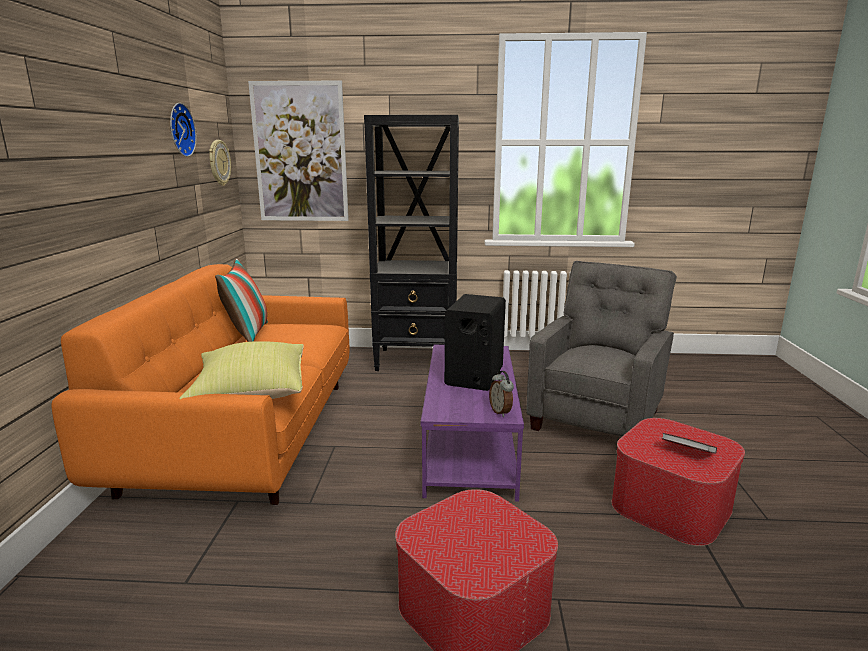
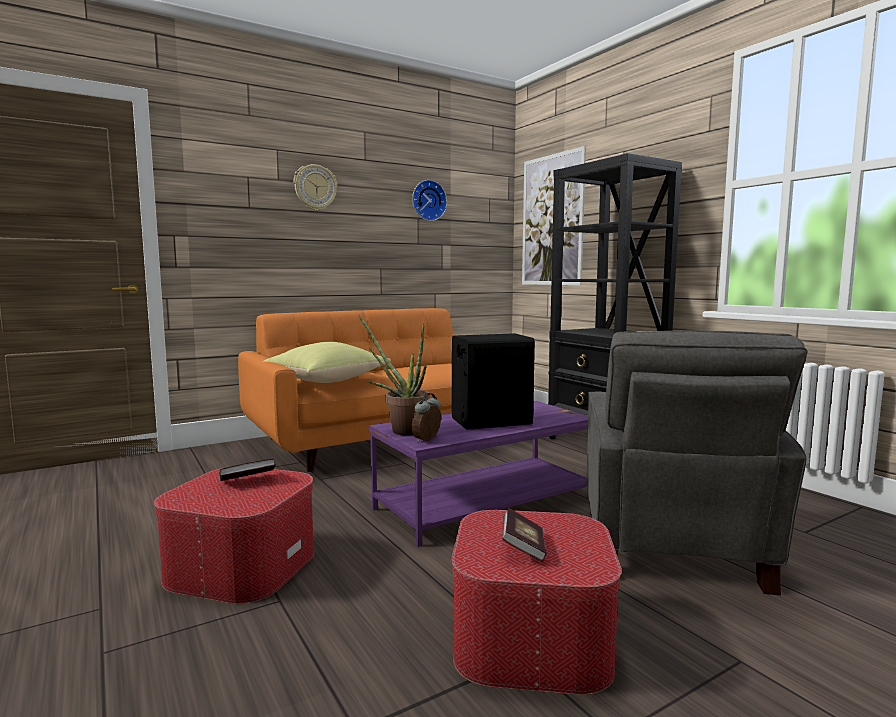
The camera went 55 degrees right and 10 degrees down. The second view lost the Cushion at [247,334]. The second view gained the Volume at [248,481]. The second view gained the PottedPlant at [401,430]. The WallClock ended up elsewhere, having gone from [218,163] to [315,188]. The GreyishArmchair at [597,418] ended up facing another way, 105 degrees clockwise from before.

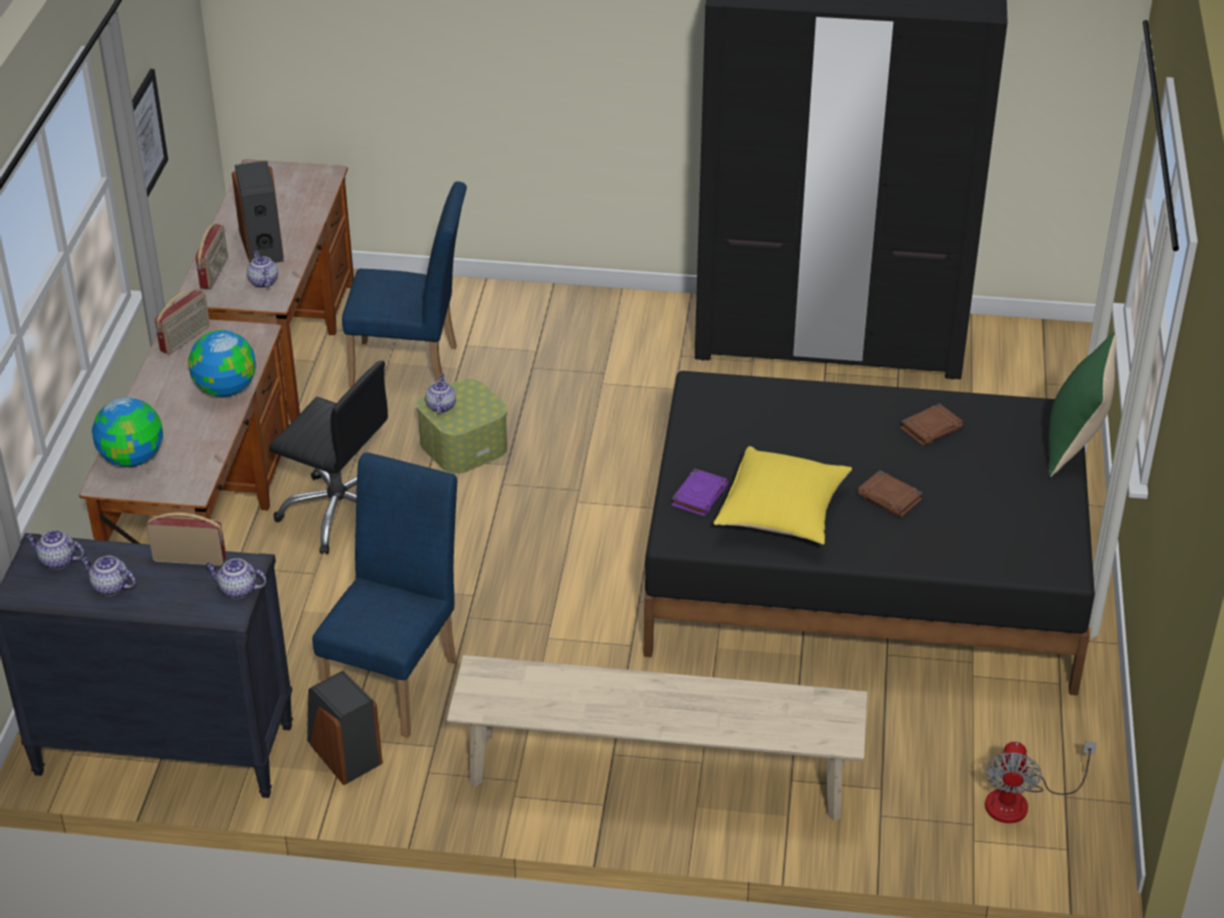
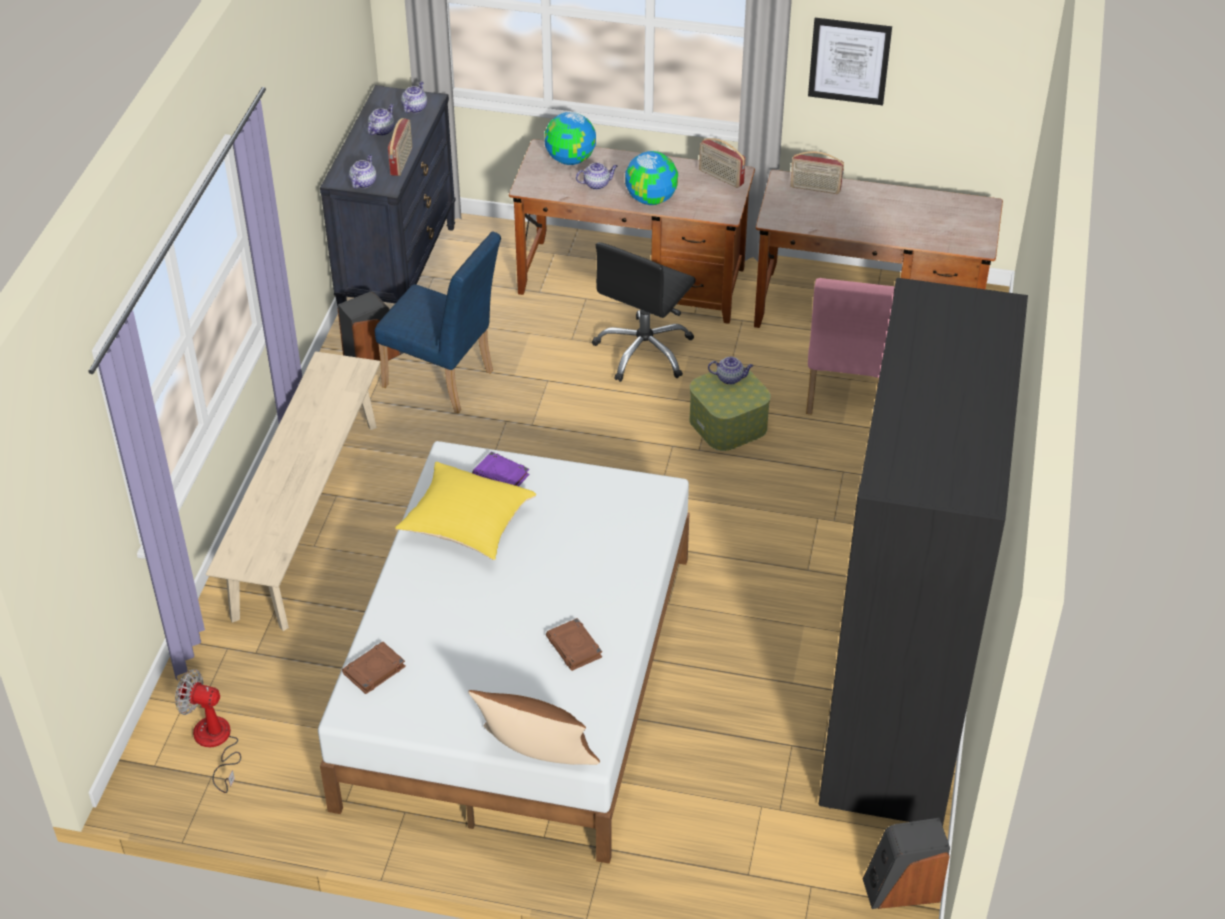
The camera went 95 degrees right and 5 degrees up. The AudioSpeaker ended up elsewhere, having gone from [263,246] to [901,888]. The PotForTea ended up elsewhere, having gone from [263,282] to [597,184]. The BrownVolume ended up elsewhere, having gone from [890,498] to [374,671]. What was the BlueColouredUprightChair at [413,367] turned into the PinkColouredUprightChair at [844,394]. What was the BlackBedroomBed at [863,575] turned into the WhiteBedroomBed at [517,677]. What was the GreenCushion at [1074,443] turned into the BrownCushion at [534,758].

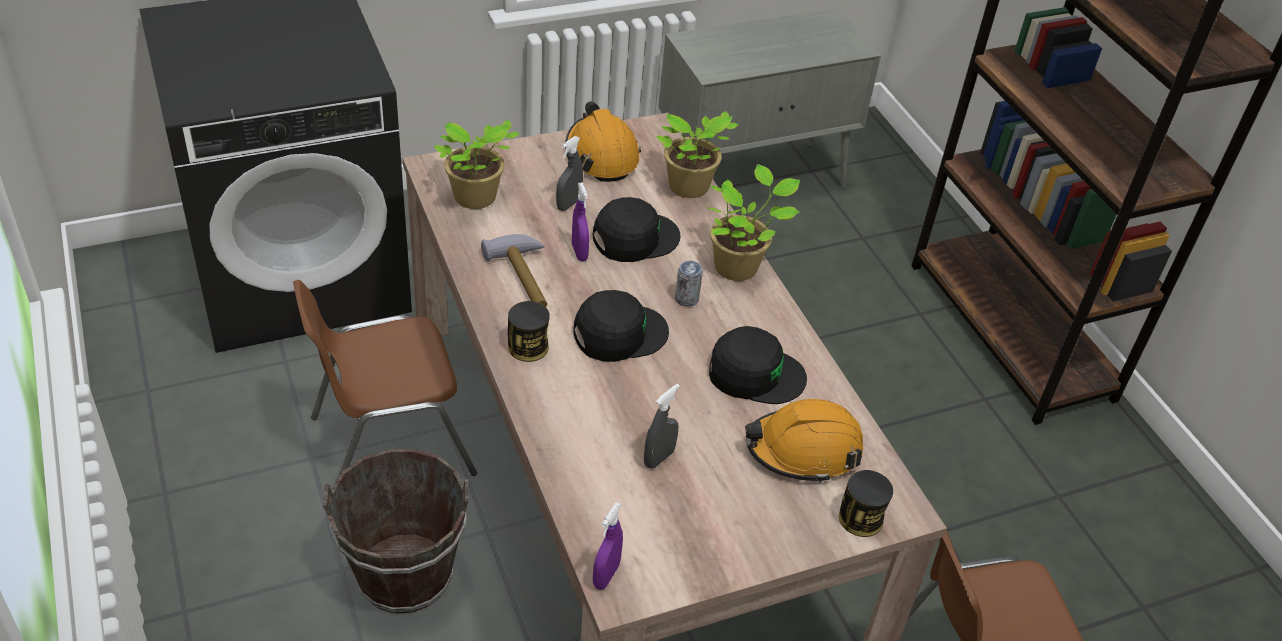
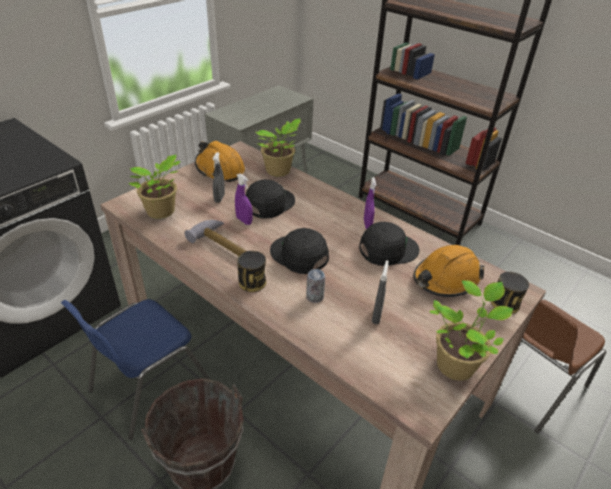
The camera went 25 degrees left and 5 degrees down. The PurpleColouredSprayer ended up elsewhere, having gone from [606,575] to [367,224]. The SealedCan ended up elsewhere, having gone from [686,299] to [314,297]. The PottedPlant ended up elsewhere, having gone from [739,266] to [456,364]. What was the BrownUprightChair at [389,444] turned into the BlueColouredUprightChair at [148,387]. The BlackPeakedCap at [619,333] ended up facing another way, 90 degrees counterclockwise from before.

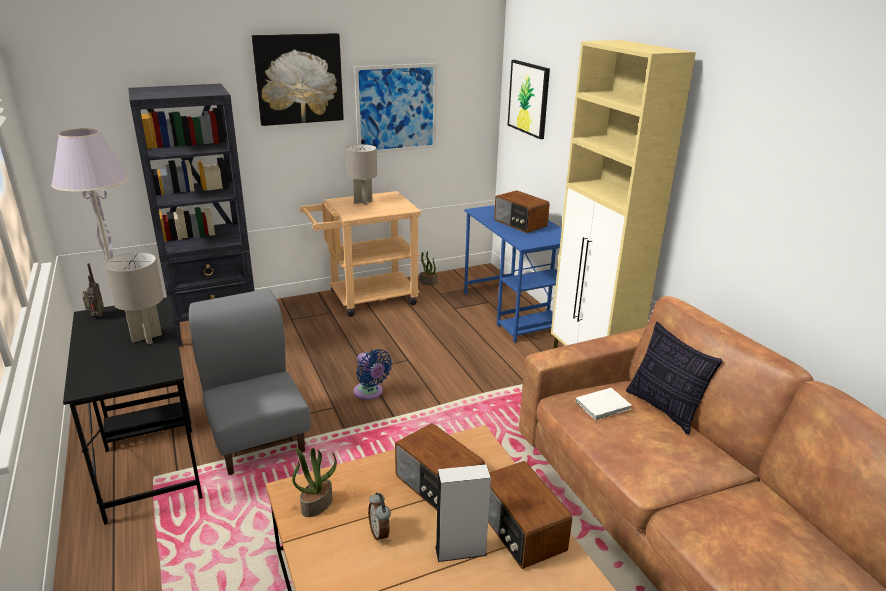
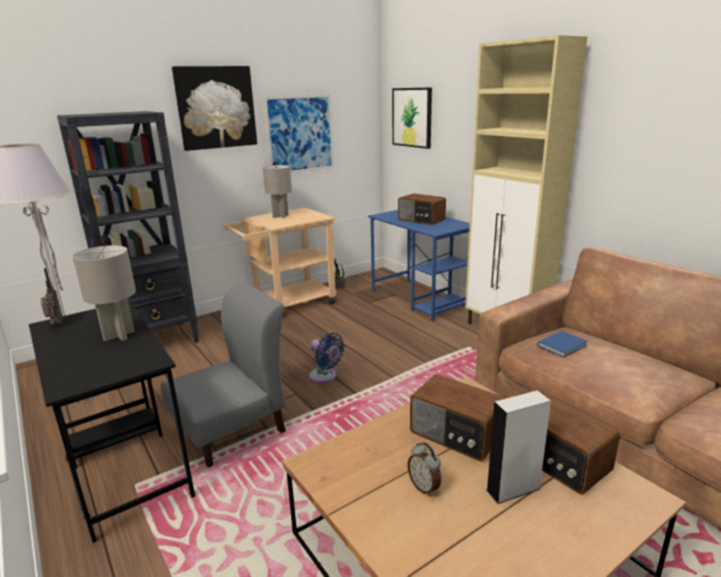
The camera went 10 degrees left and 5 degrees down. The second view lost the PottedPlant at [317,504]. The second view lost the Cushion at [664,409]. What was the WhiteVolume at [604,405] turned into the BlueColouredVolume at [563,345]. The GreyishUprightChair at [258,438] ended up facing another way, 90 degrees clockwise from before.

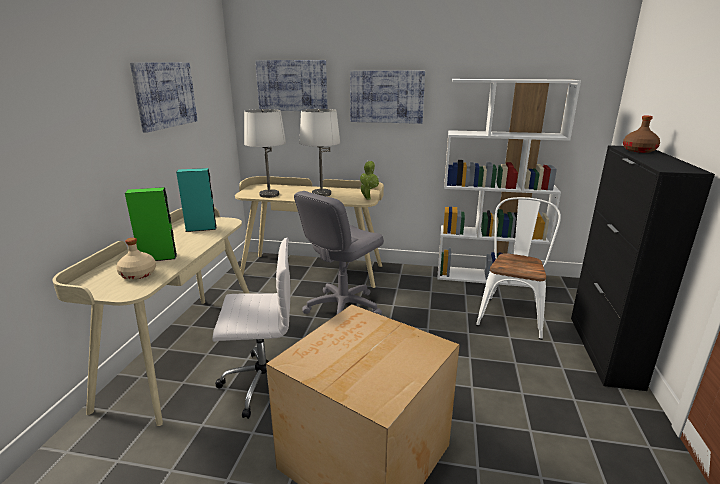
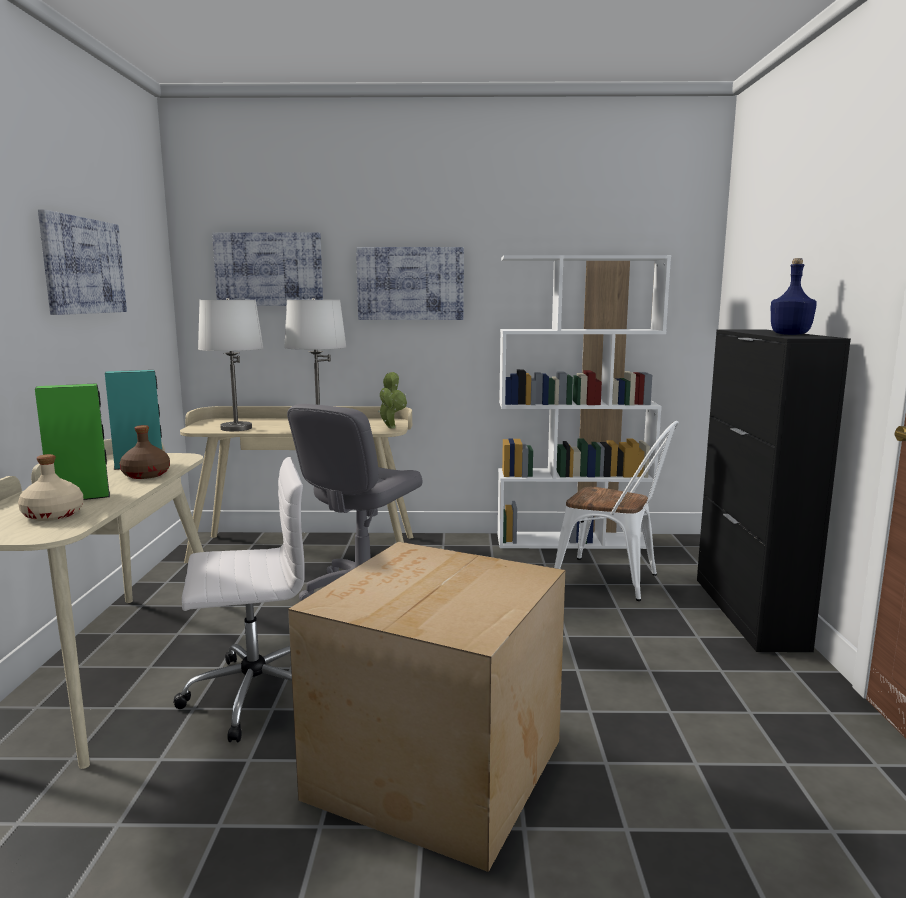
The camera went 10 degrees left and 10 degrees down. The second view gained the BlueColouredBeverageBottle at [790,334]. The BrownBeverageBottle ended up elsewhere, having gone from [639,150] to [146,475]. The WhiteUprightChair at [511,314] ended up facing another way, 105 degrees clockwise from before.

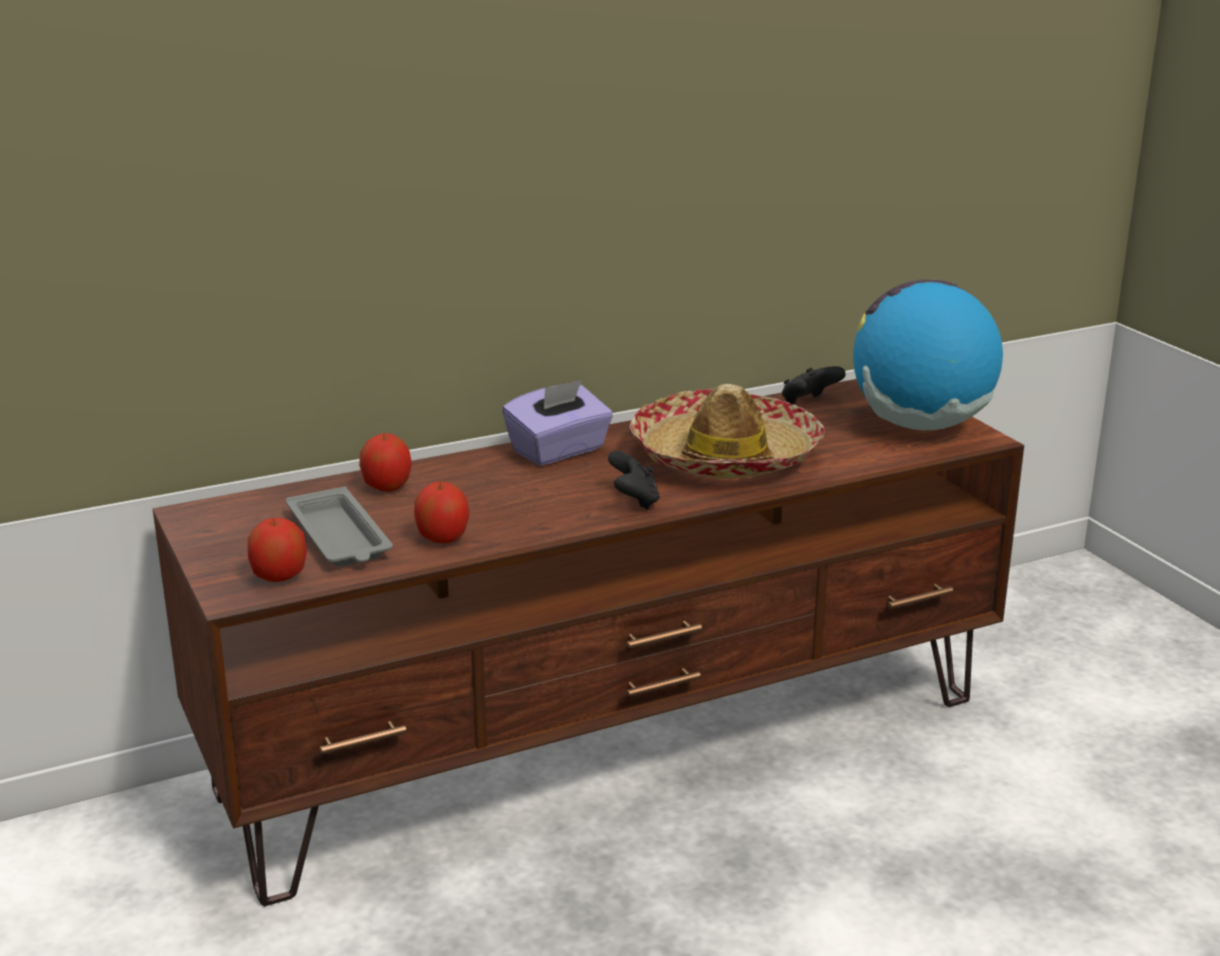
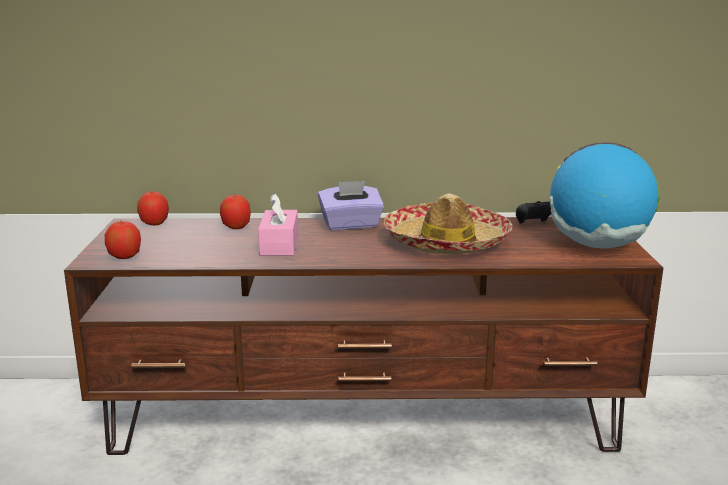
The camera went 25 degrees right and 5 degrees down. The second view lost the GreyishCarryingTray at [340,537]. The second view lost the BlackGamepad at [634,501]. The second view gained the PinkColouredTissueBox at [279,245]. The AppleFruit ended up elsewhere, having gone from [442,538] to [154,223].

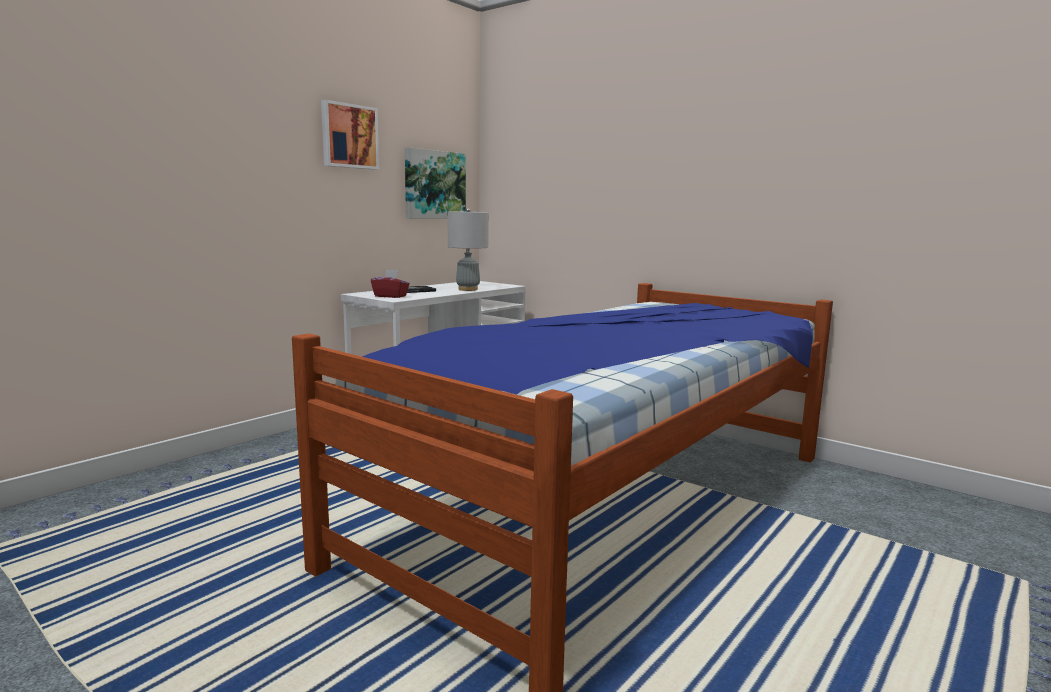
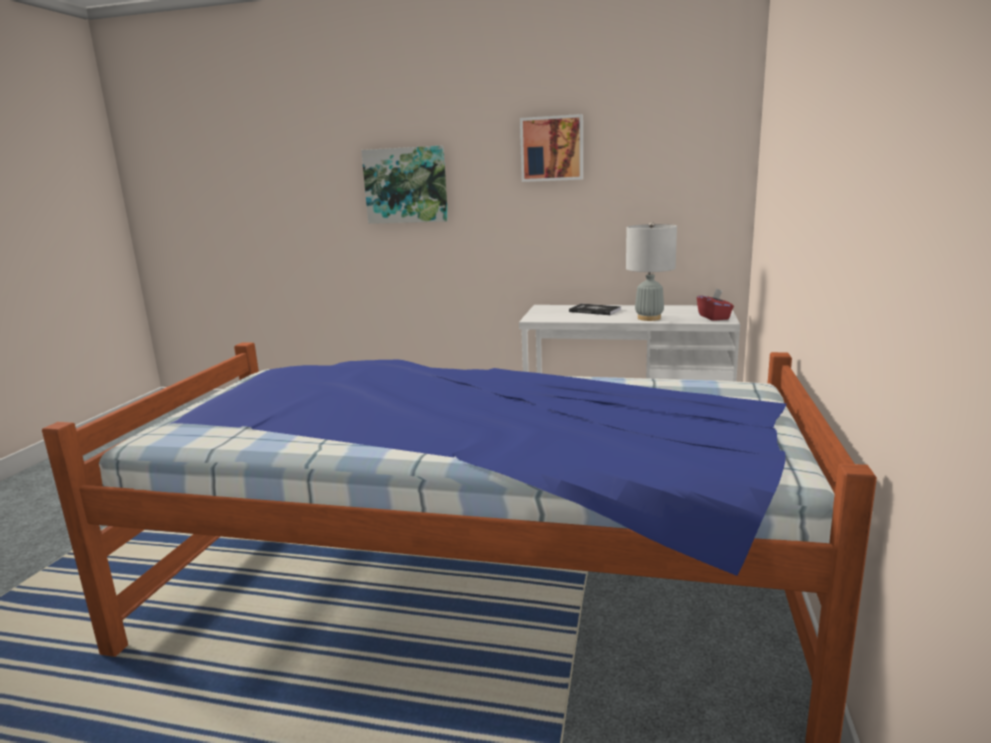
The camera went 65 degrees right and 5 degrees up. The RedTissueBox ended up elsewhere, having gone from [390,296] to [714,317]. The WallArt ended up elsewhere, having gone from [434,185] to [406,185].

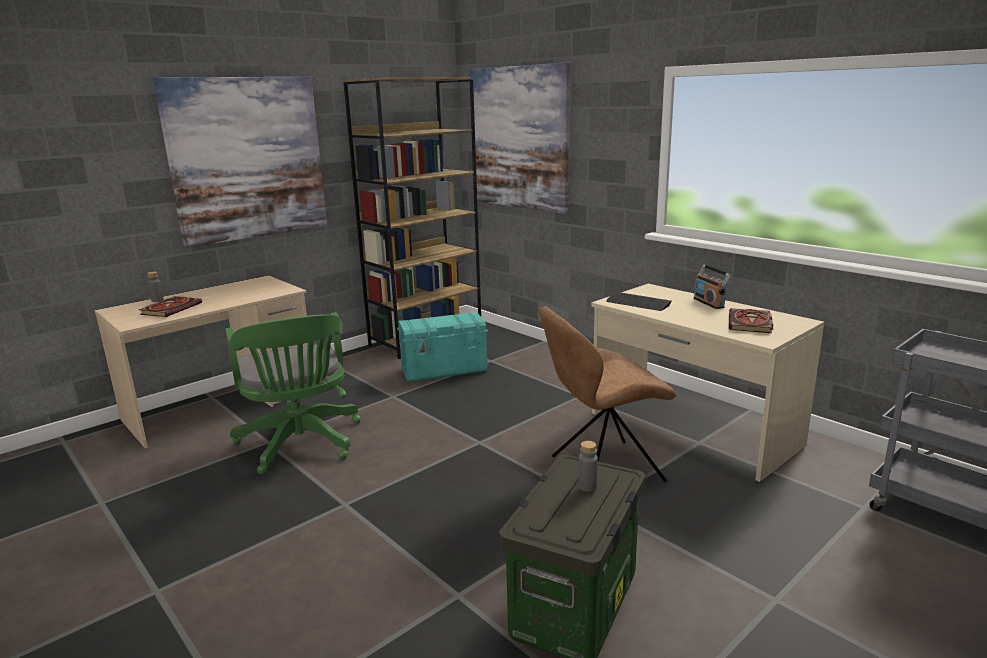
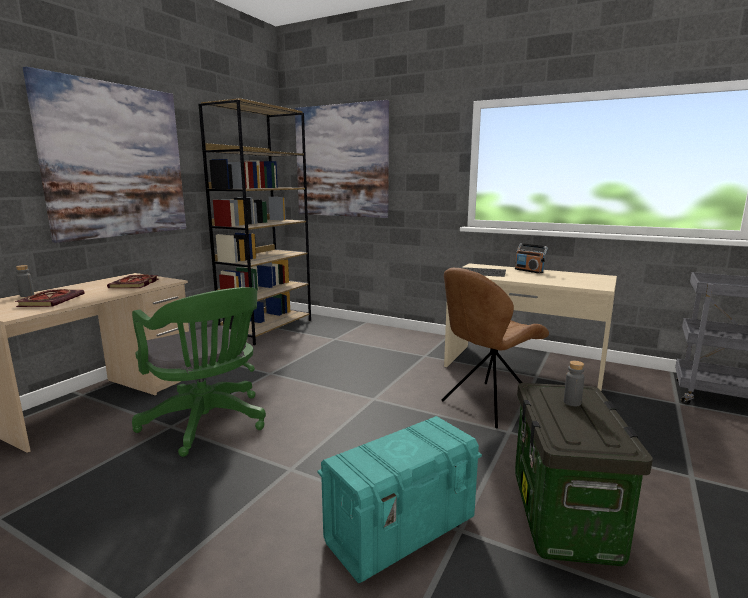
The camera went 20 degrees left and 5 degrees down. The BlueGreenStorageBox ended up elsewhere, having gone from [444,370] to [401,530]. The Volume ended up elsewhere, having gone from [751,324] to [135,284].

